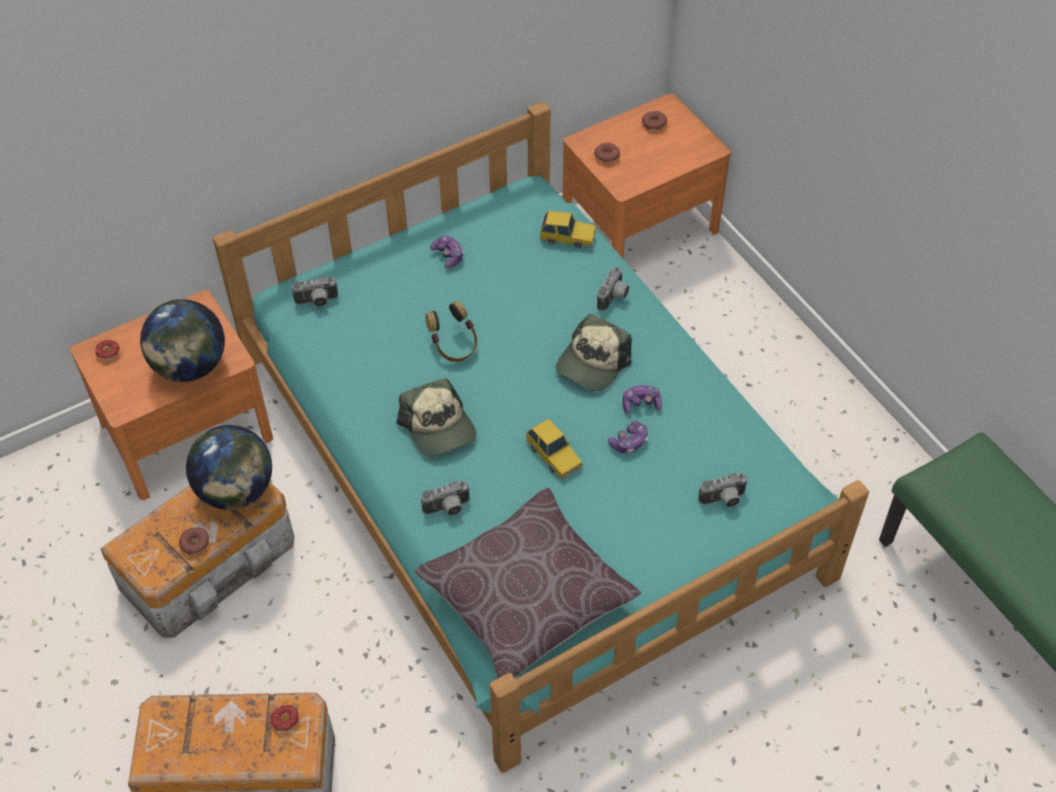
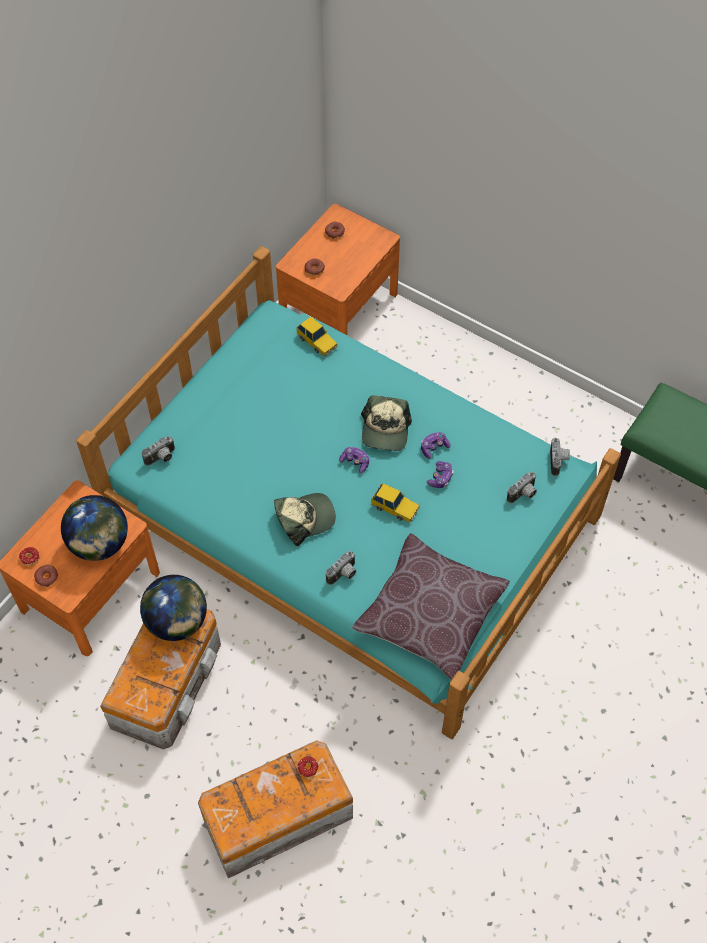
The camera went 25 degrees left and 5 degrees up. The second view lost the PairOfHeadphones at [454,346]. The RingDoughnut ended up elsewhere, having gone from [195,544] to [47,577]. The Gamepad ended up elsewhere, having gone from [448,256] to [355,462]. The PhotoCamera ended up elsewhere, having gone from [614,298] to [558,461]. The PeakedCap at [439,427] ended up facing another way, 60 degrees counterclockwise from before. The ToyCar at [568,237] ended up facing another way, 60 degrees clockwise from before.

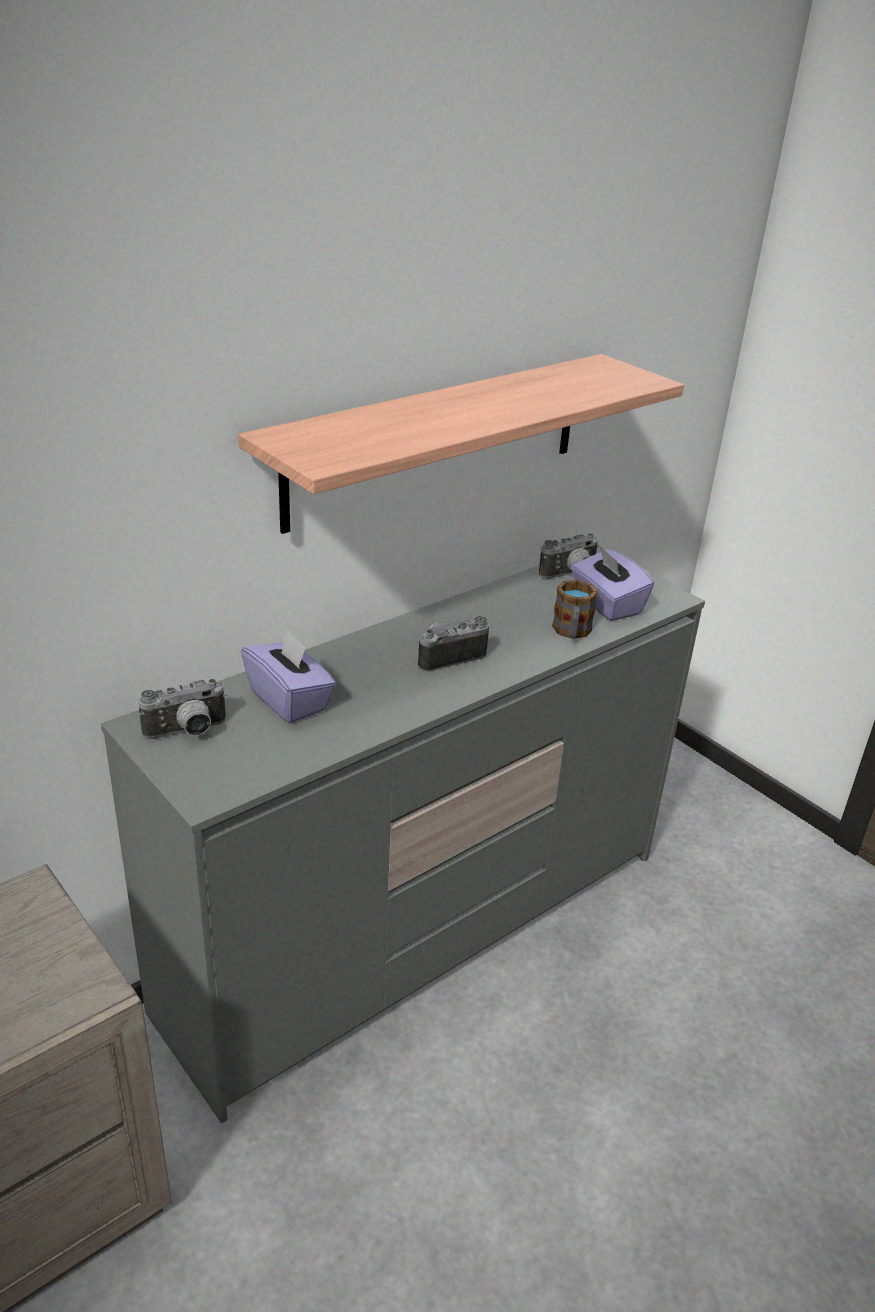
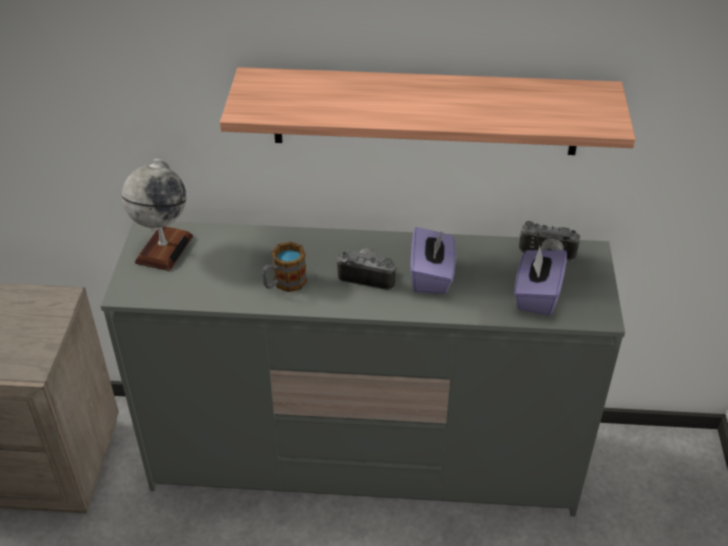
The camera went 45 degrees right and 10 degrees up. The PurpleColouredTissueBox ended up elsewhere, having gone from [289,700] to [432,276]. The Mug ended up elsewhere, having gone from [571,632] to [284,283]. Where the PhotoCamera stood at [187,733], the WorldGlobe came to stand at [164,248].

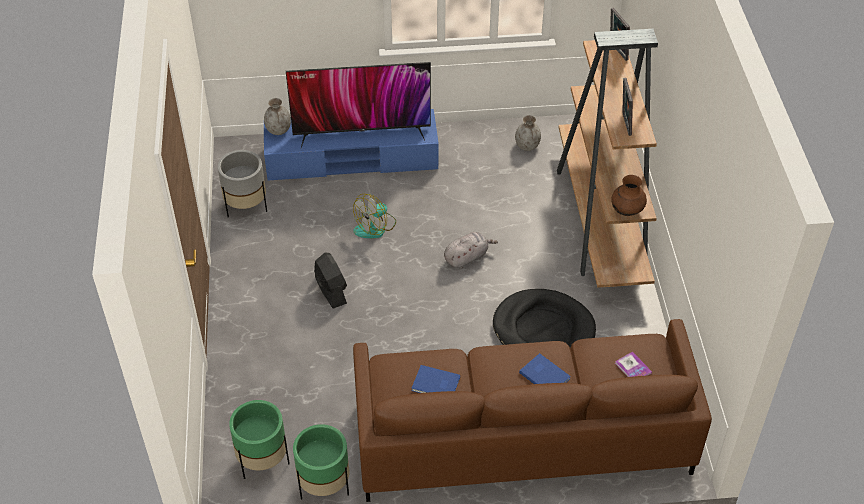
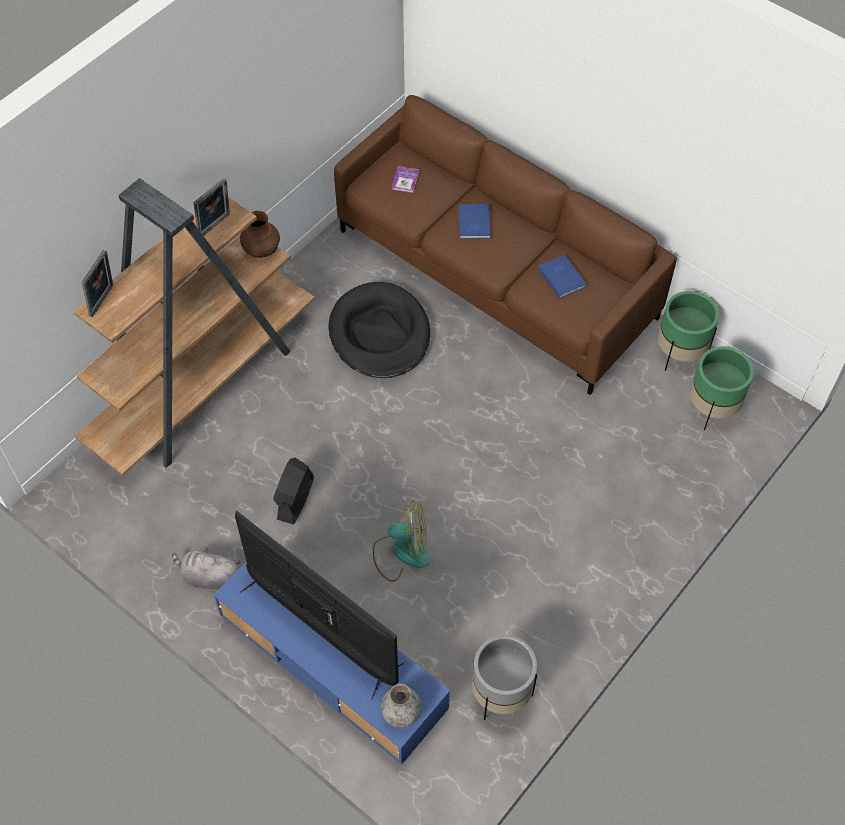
The camera went 135 degrees left and 10 degrees up. The second view lost the GreyishVase at [527,146]. The BlackElectricFan ended up elsewhere, having gone from [331,290] to [295,499]. The GreyishPlushToy ended up elsewhere, having gone from [467,257] to [209,577].

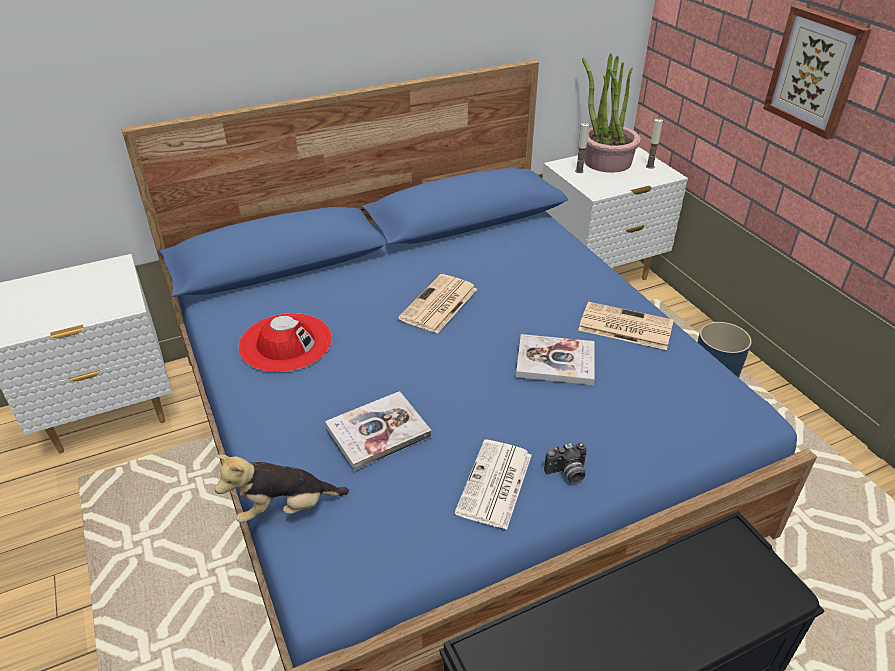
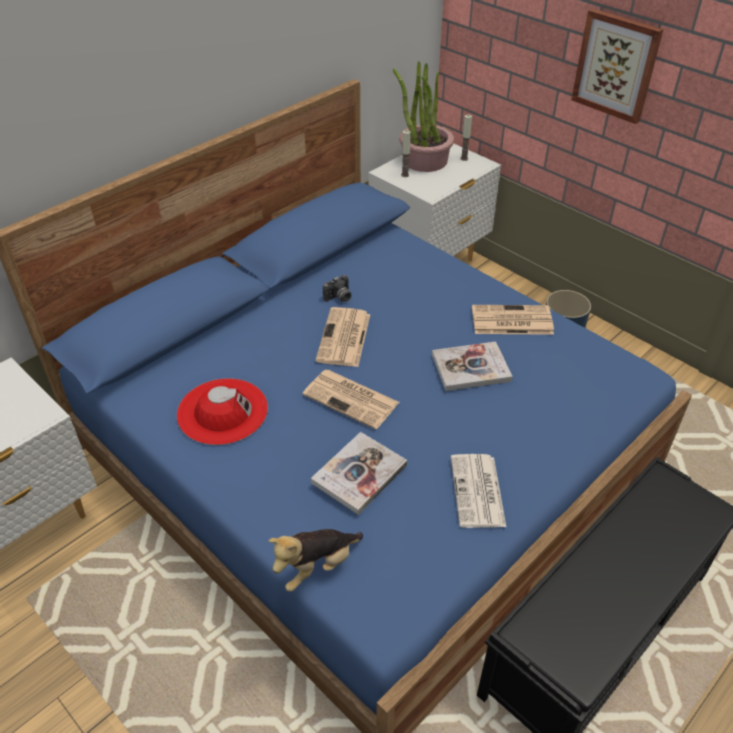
The camera went 20 degrees left and 5 degrees up. The second view gained the DailyPaper at [352,399]. The PhotoCamera ended up elsewhere, having gone from [567,473] to [339,298].

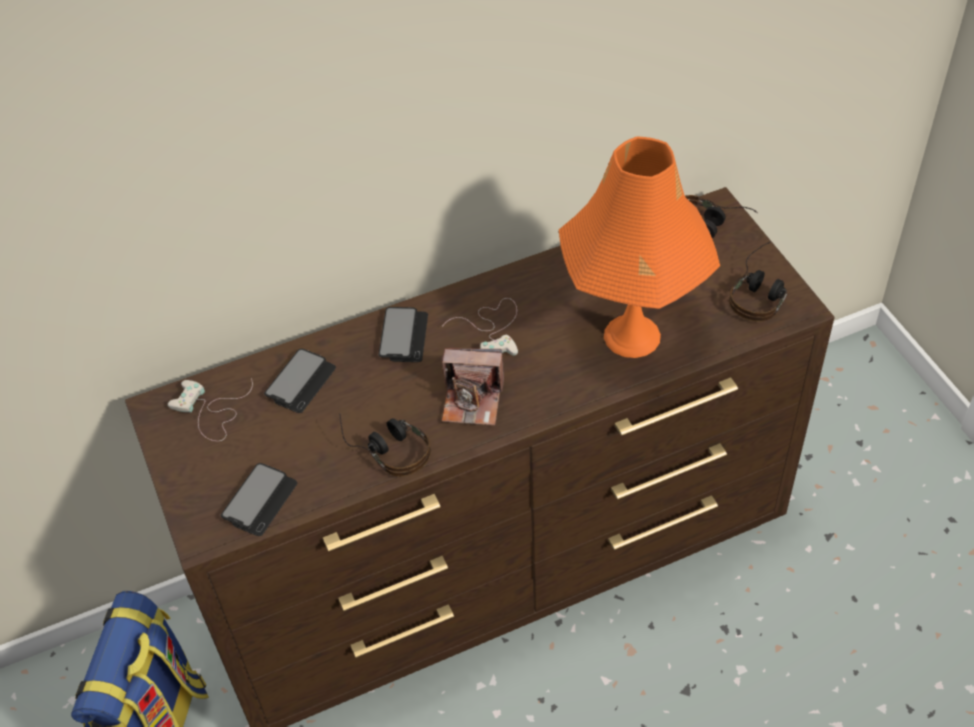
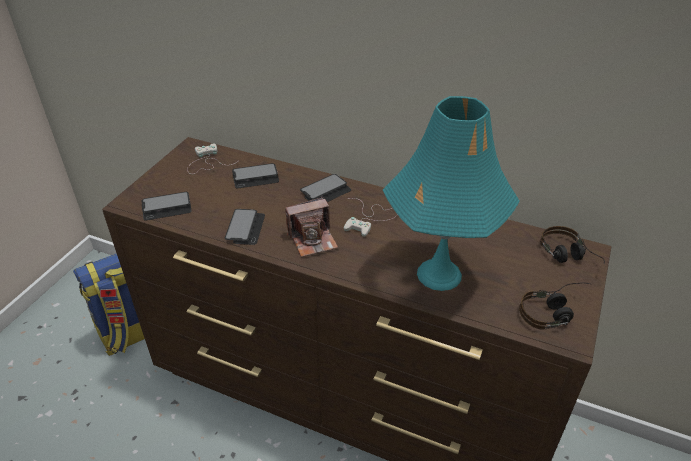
The camera went 45 degrees right and 10 degrees down. Where the PairOfHeadphones stood at [386,447], the Phone came to stand at [245,228]. What was the OrangeyTableLamp at [631,336] turned into the BlueGreenTableLamp at [438,274]. The PhotoCamera at [472,400] ended up facing another way, 75 degrees counterclockwise from before.

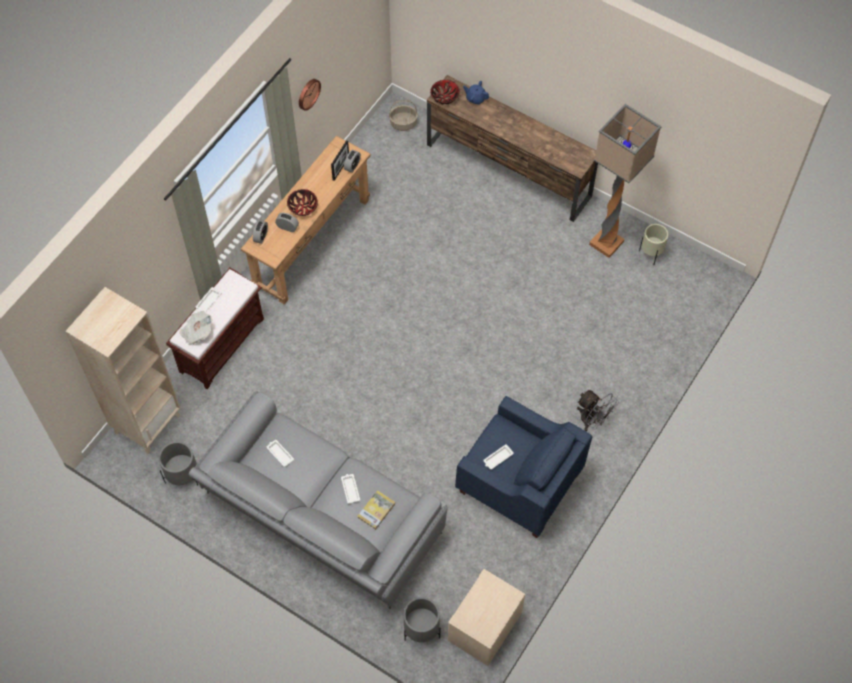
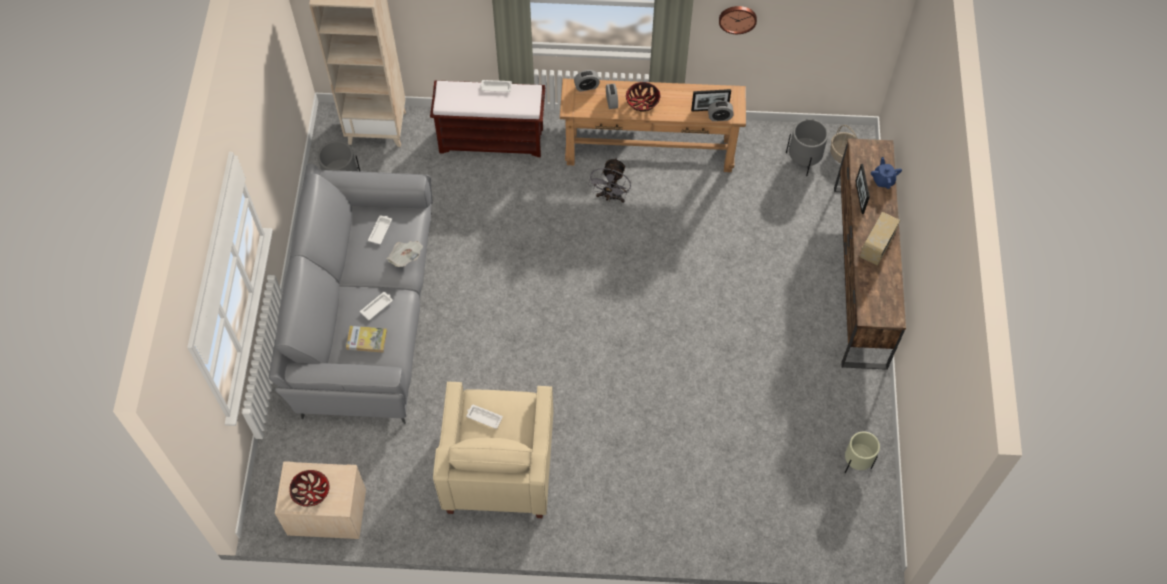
The camera went 60 degrees right and 0 degrees up. The second view lost the StandardLamp at [607,243]. The second view gained the PictureFrame at [859,197]. The second view gained the Radio at [876,247]. The DailyPaper ended up elsewhere, having gone from [197,332] to [405,257]. The GreyishPlantPot ended up elsewhere, having gone from [421,629] to [804,159]. The Bowl ended up elsewhere, having gone from [444,96] to [311,492]. The GreyishElectricFan ended up elsewhere, having gone from [592,421] to [610,197]. What was the BlueColouredArmchair at [519,483] turned into the BeigeColouredArmchair at [498,466].

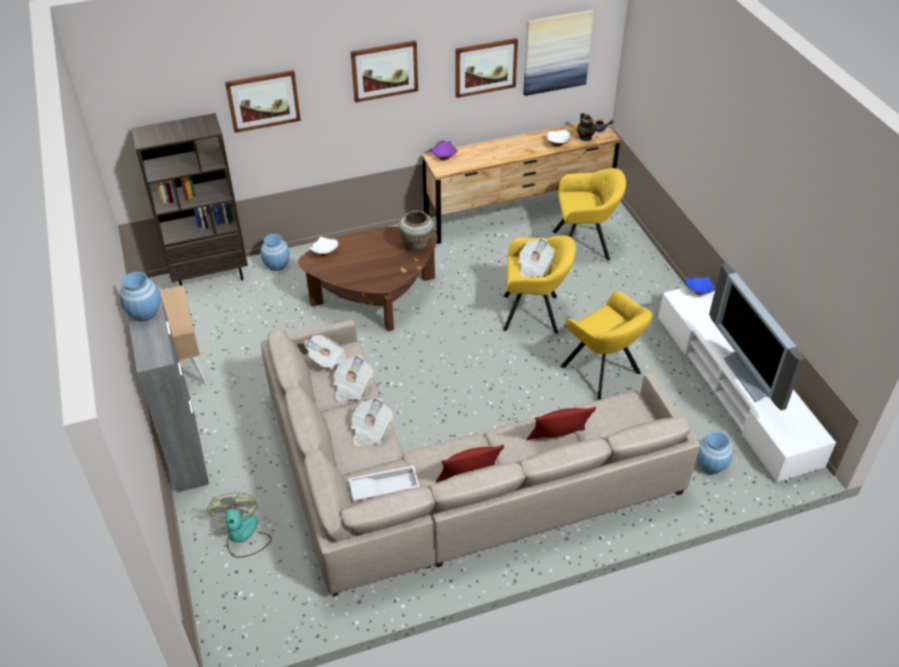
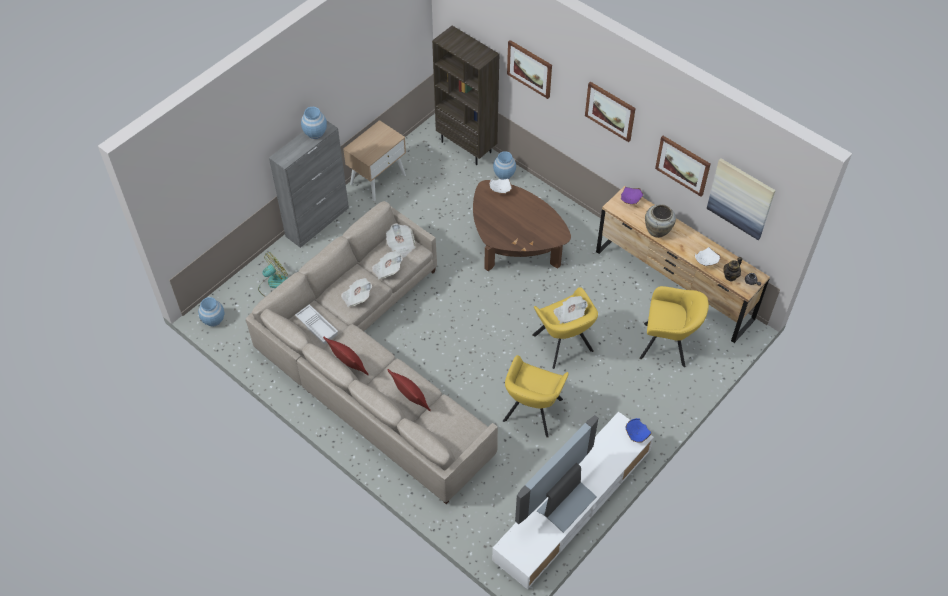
The camera went 60 degrees right and 10 degrees up. The BeigeColouredVase ended up elsewhere, having gone from [417,245] to [658,230]. The BlueColouredVase ended up elsewhere, having gone from [710,465] to [213,320]. The YellowArmchair at [584,245] ended up facing another way, 45 degrees counterclockwise from before.

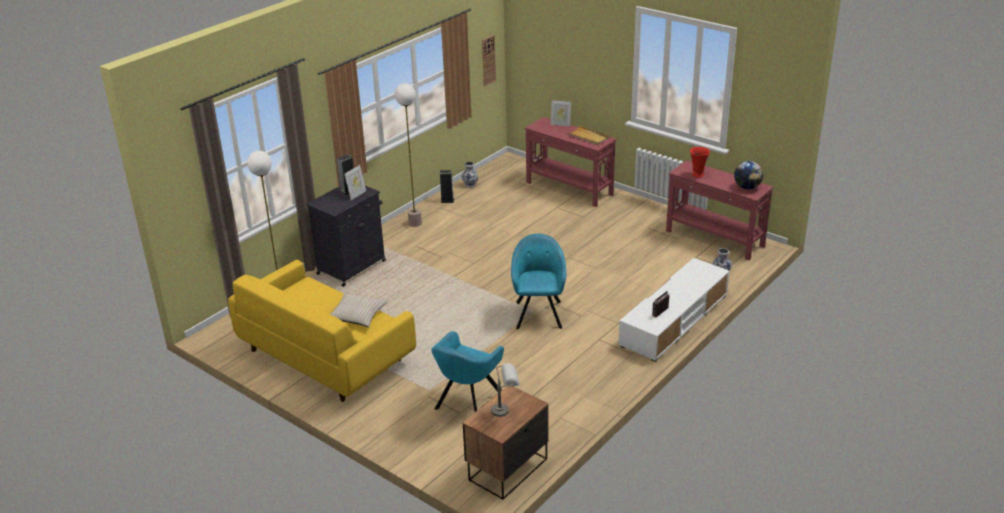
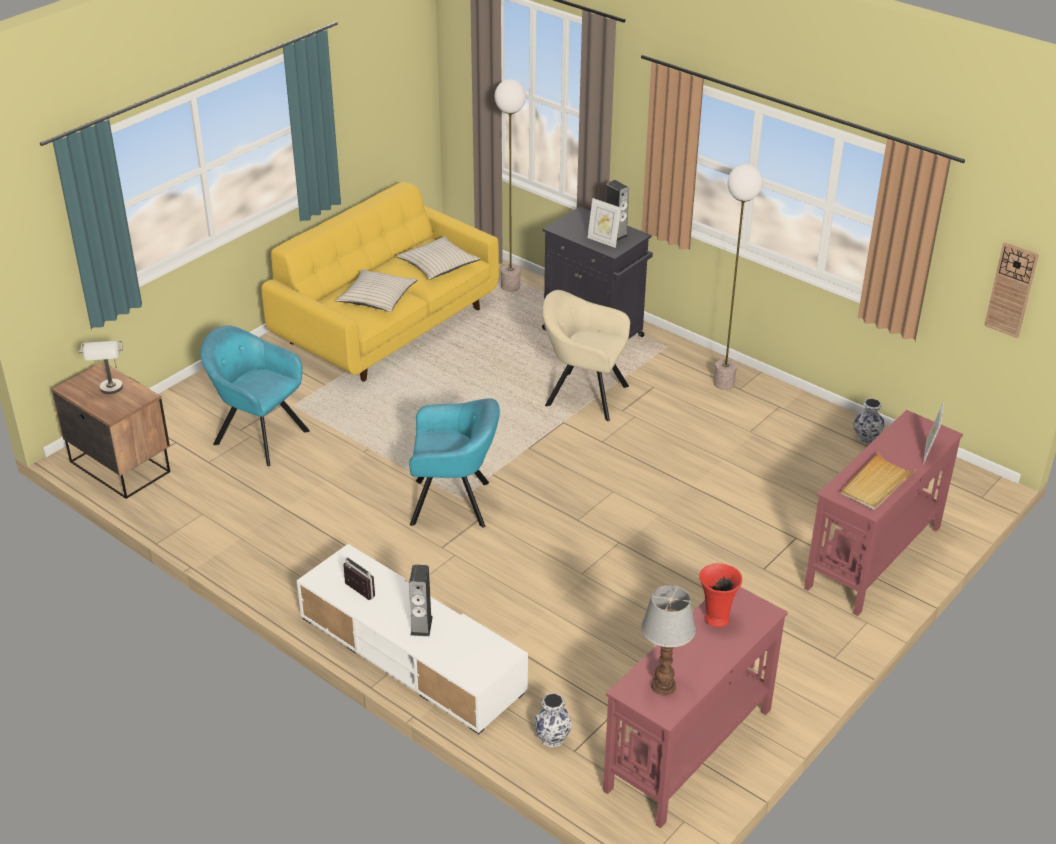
The camera went 90 degrees right and 5 degrees up. The second view gained the BeigeColouredCushion at [438,265]. The second view gained the BeigeColouredArmchair at [583,395]. The AudioSpeaker ended up elsewhere, having gone from [447,200] to [421,625]. Where the WorldGlobe stood at [747,187], the TableLamp came to stand at [662,686].

